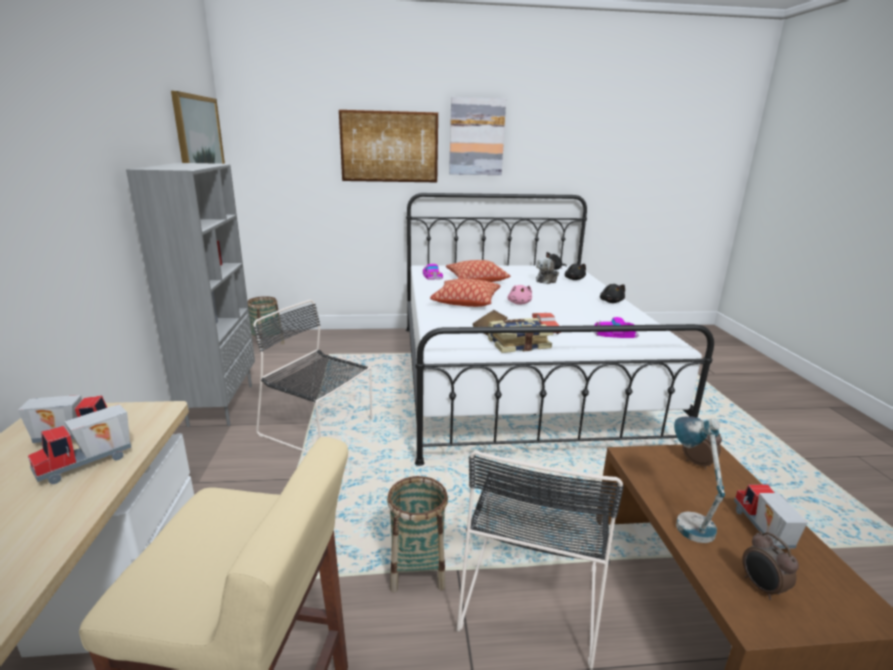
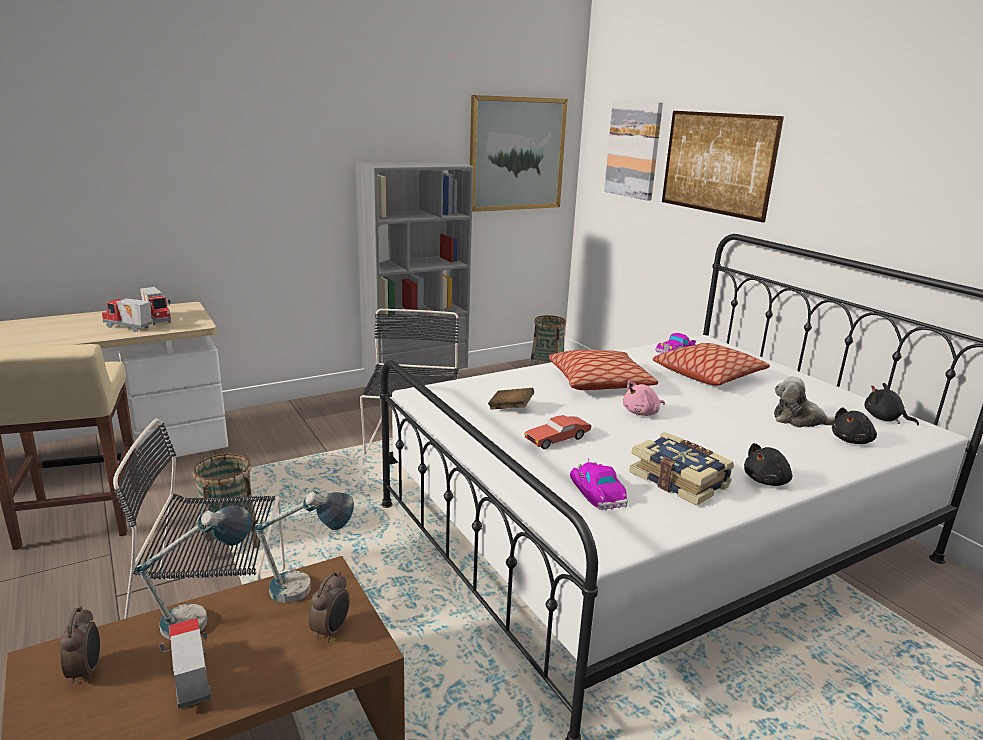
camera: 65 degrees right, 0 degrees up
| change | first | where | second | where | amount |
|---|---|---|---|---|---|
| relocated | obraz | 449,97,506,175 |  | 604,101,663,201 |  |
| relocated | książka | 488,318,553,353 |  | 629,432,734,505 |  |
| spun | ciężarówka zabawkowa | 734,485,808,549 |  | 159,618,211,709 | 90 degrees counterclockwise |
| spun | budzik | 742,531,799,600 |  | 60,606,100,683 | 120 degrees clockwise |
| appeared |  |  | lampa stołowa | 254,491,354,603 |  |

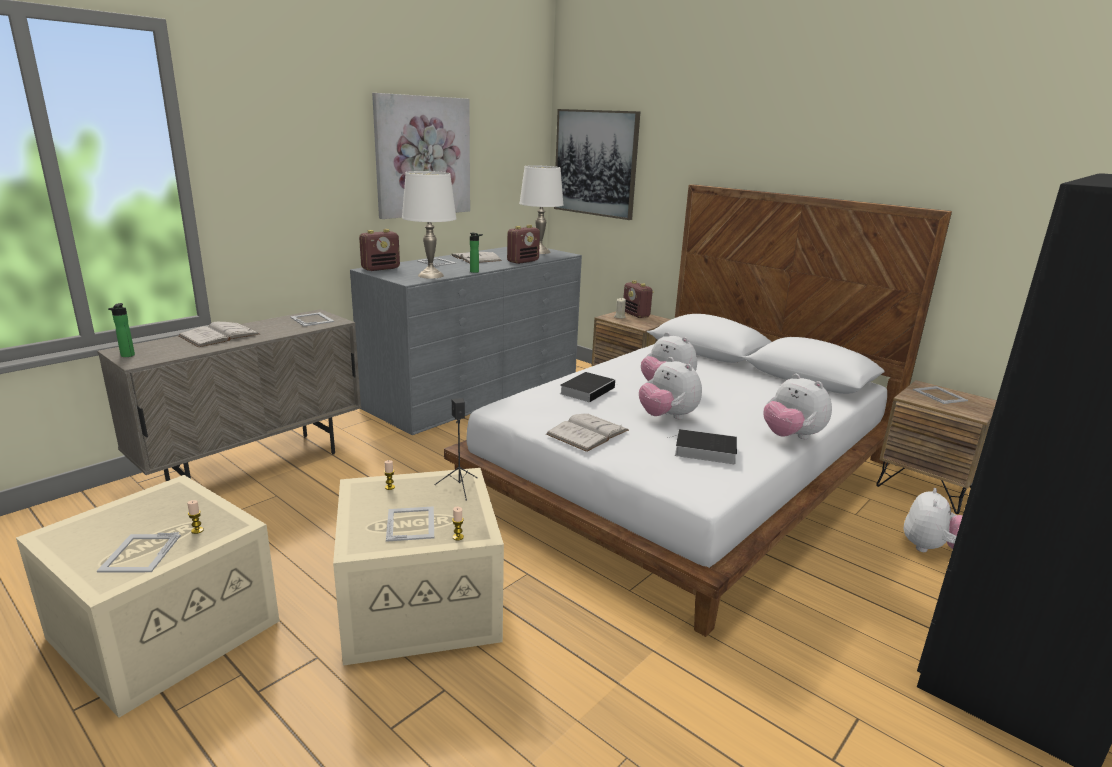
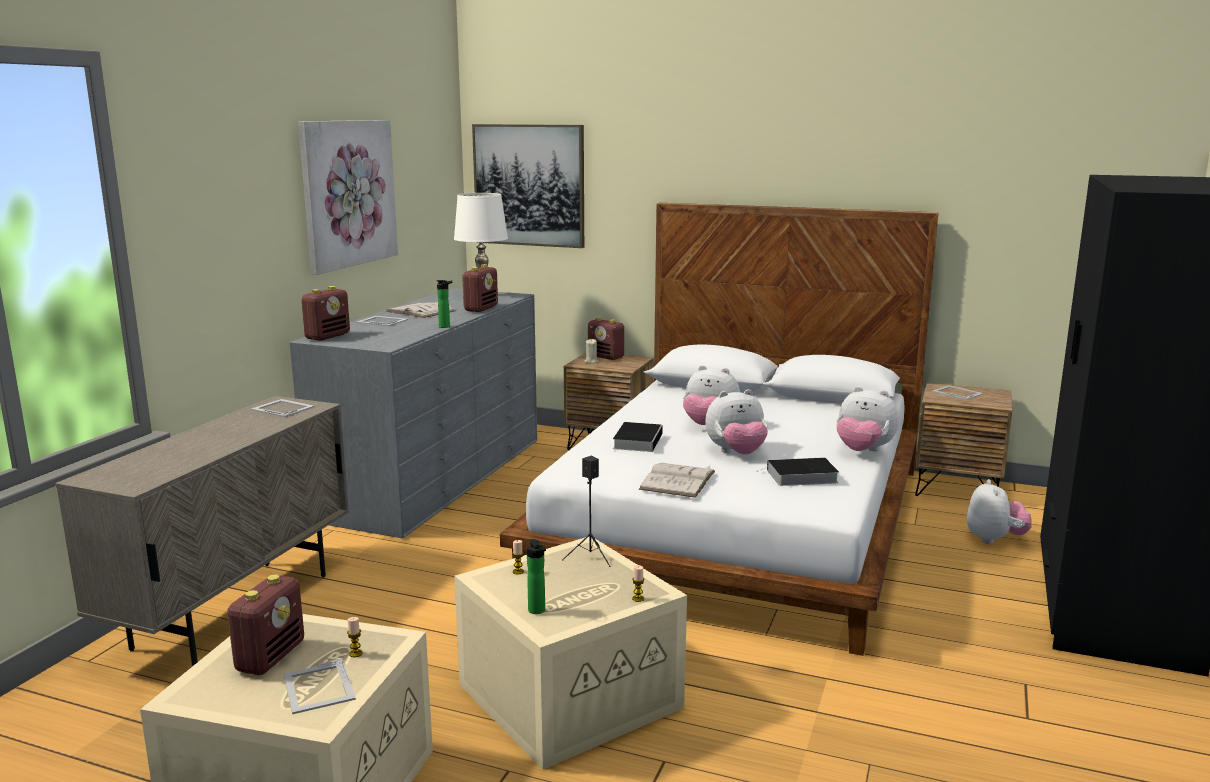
camera: 20 degrees left, 5 degrees down
| change | first | where | second | where | amount |
|---|---|---|---|---|---|
| missing | lampa stołowa (biały) | 402,171,457,279 |  |  |  |
| relocated | butelka | 108,303,135,357 |  | 527,539,546,614 |  |
| missing | książka (biały) | 178,322,260,347 |  |  |  |
| spun | pluszak | 639,357,702,419 |  | 705,389,768,455 | 45 degrees counterclockwise |
| missing | ramka na zdjęcie | 386,506,434,542 |  |  |  |
| appeared |  |  | radio | 227,575,304,675 |  |

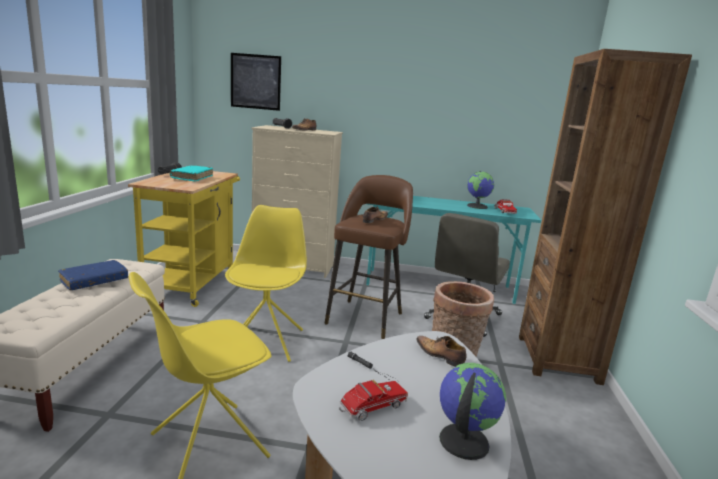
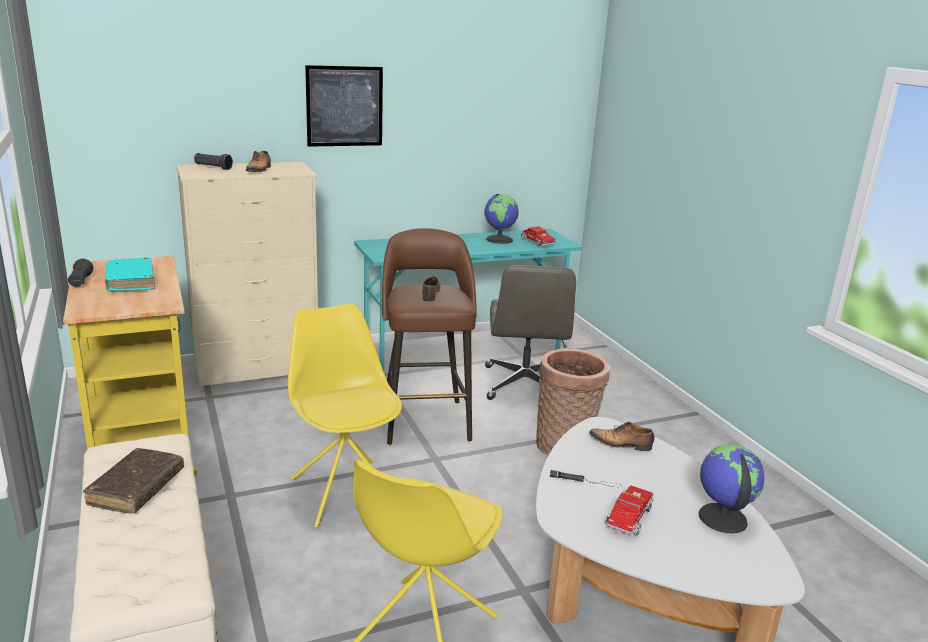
camera: 30 degrees left, 5 degrees up
| change | first | where | second | where | amount |
|---|---|---|---|---|---|
| missing | regał (brązowy) | 519,49,692,385 |  |  |  |
| relocated | obraz | 231,53,281,111 |  | 305,65,383,147 |  |
| colour | książka (niebieski) | 58,260,128,290 | książka (brązowy) | 83,448,184,513 |  |

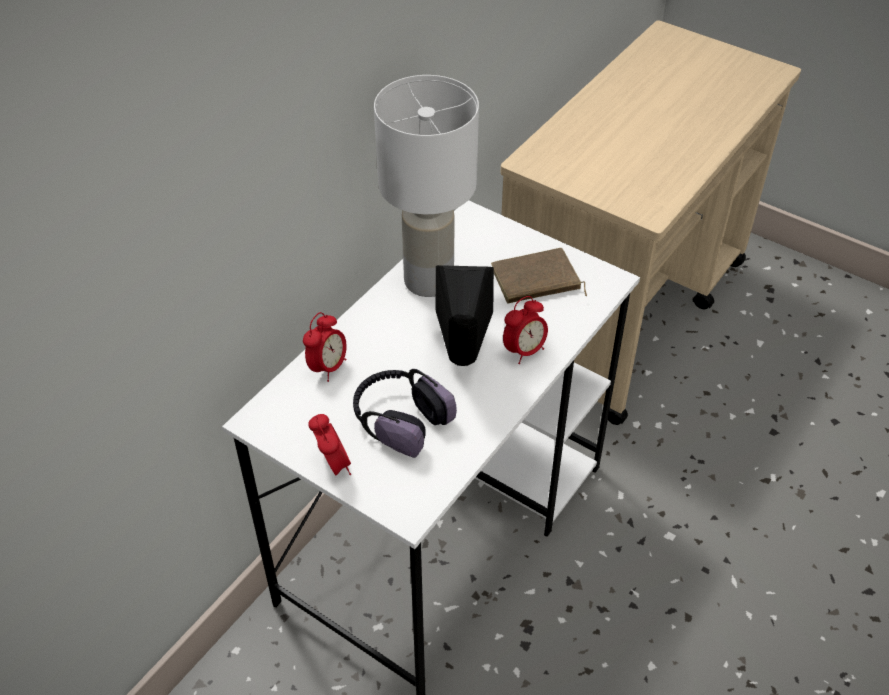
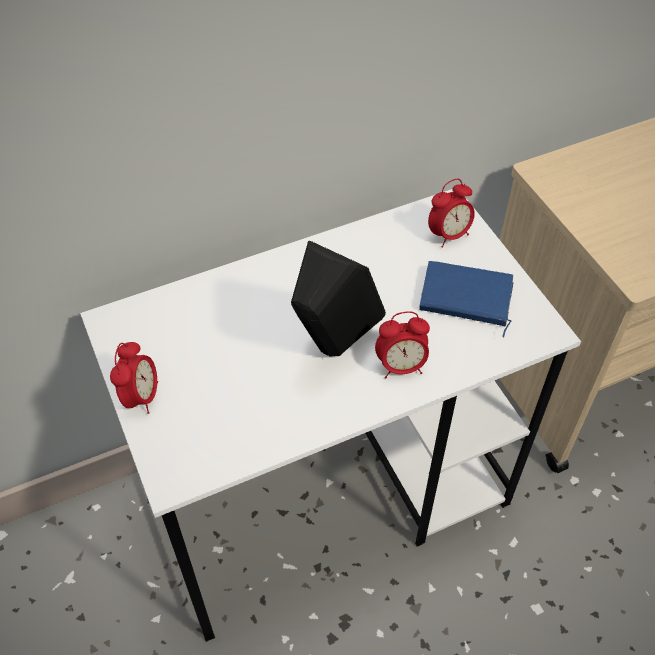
camera: 30 degrees right, 5 degrees up
| change | first | where | second | where | amount |
|---|---|---|---|---|---|
| missing | lampa stołowa (biały) | 374,75,479,297 |  |  |  |
| colour | książka (brązowy) | 491,248,587,303 | książka (niebieski) | 419,261,513,337 |  |
| relocated | budzik | 303,312,347,382 |  | 428,179,475,248 |  |
| missing | słuchawki | 353,369,457,458 |  |  |  |

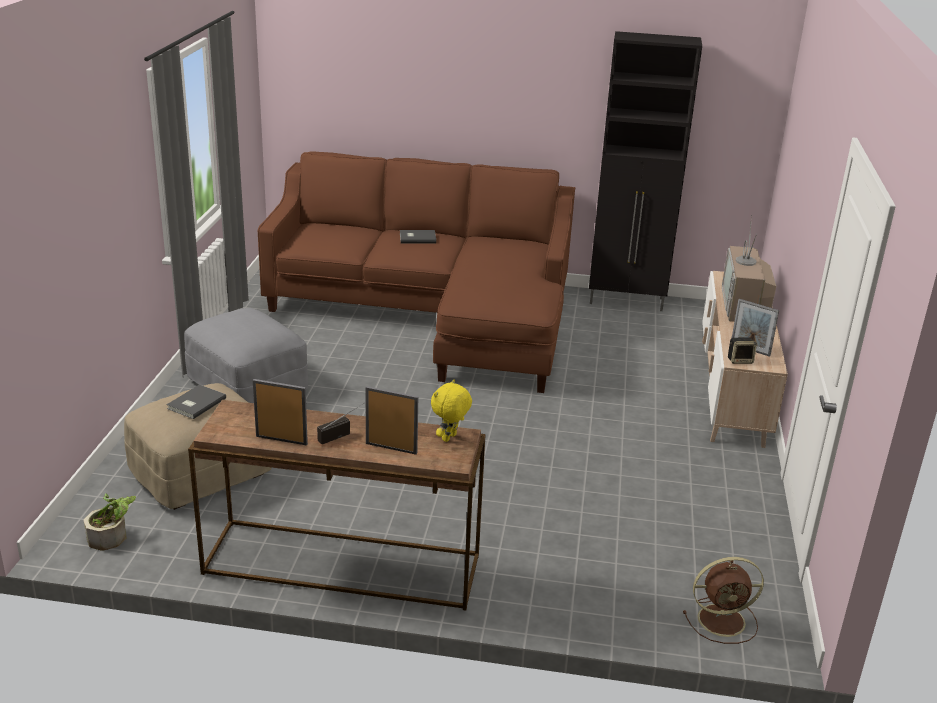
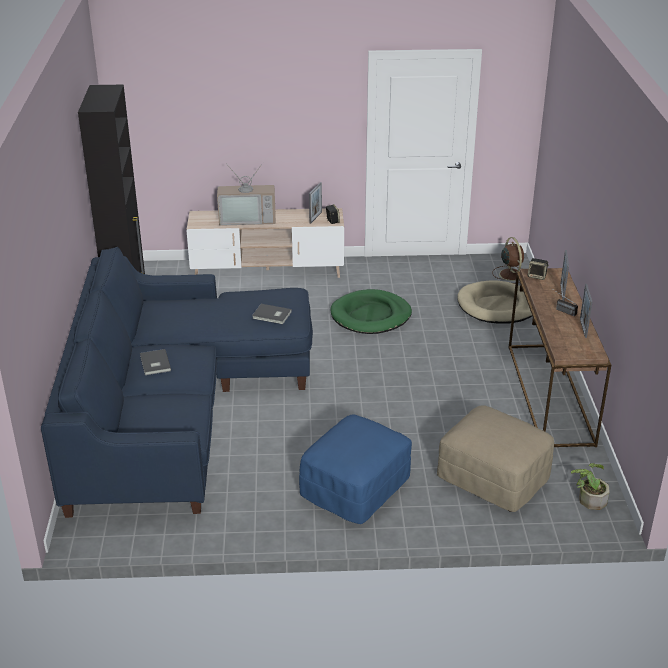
camera: 100 degrees left, 5 degrees up
| change | first | where | second | where | amount |
|---|---|---|---|---|---|
| colour | kanapa (brązowy) | 258,151,575,393 | kanapa (niebieski) | 41,247,313,518 |  |
| colour | pufa (szary) | 184,308,308,403 | pufa (niebieski) | 299,415,412,524 |  |
| exchanged | pluszak (żółty) | 431,380,472,442 | głośnik | 528,258,549,280 |  |
| relocated | książka (szary) | 167,385,226,419 |  | 252,304,292,324 |  |
| appeared |  |  | legowisko (beżowy) | 457,281,532,324 |  |
| appeared |  |  | legowisko (zielony) | 331,289,412,334 |  |

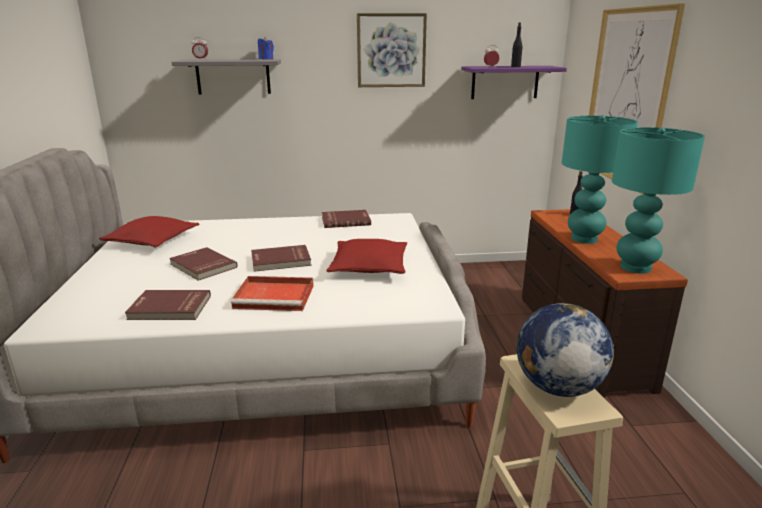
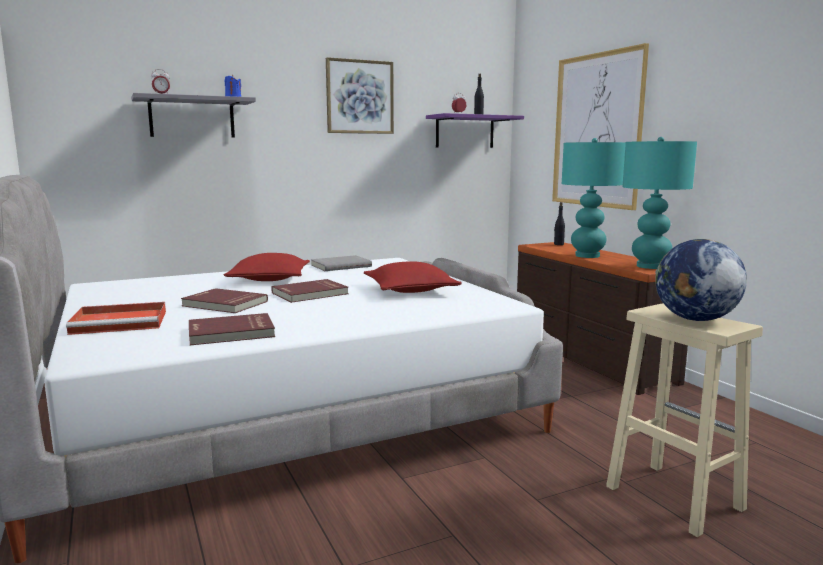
camera: 20 degrees left, 10 degrees down
| change | first | where | second | where | amount |
|---|---|---|---|---|---|
| colour | książka (czerwony) | 322,210,371,228 | książka (szary) | 311,255,372,271 |  |
| relocated | poduszka (czerwony) | 99,216,199,248 |  | 224,253,310,281 |  |
| relocated | taca (czerwony) | 231,276,314,311 |  | 66,302,166,335 |  |

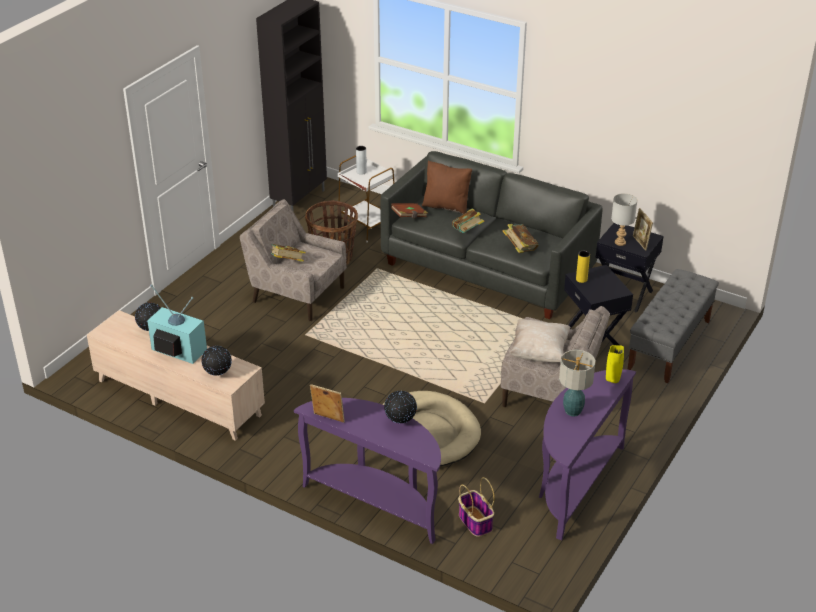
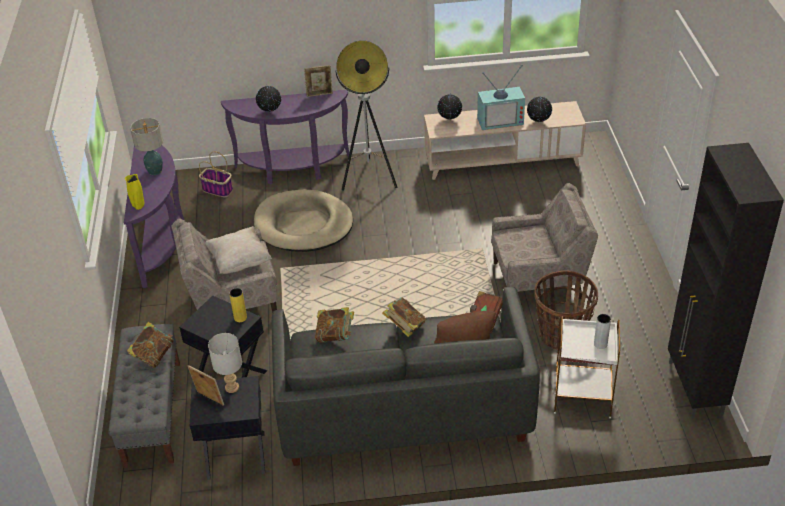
camera: 145 degrees right, 5 degrees up
| change | first | where | second | where | amount |
|---|---|---|---|---|---|
| relocated | książka | 271,244,306,262 |  | 127,322,174,368 |  |
| appeared |  |  | lampa stojąca | 335,41,397,191 |  |

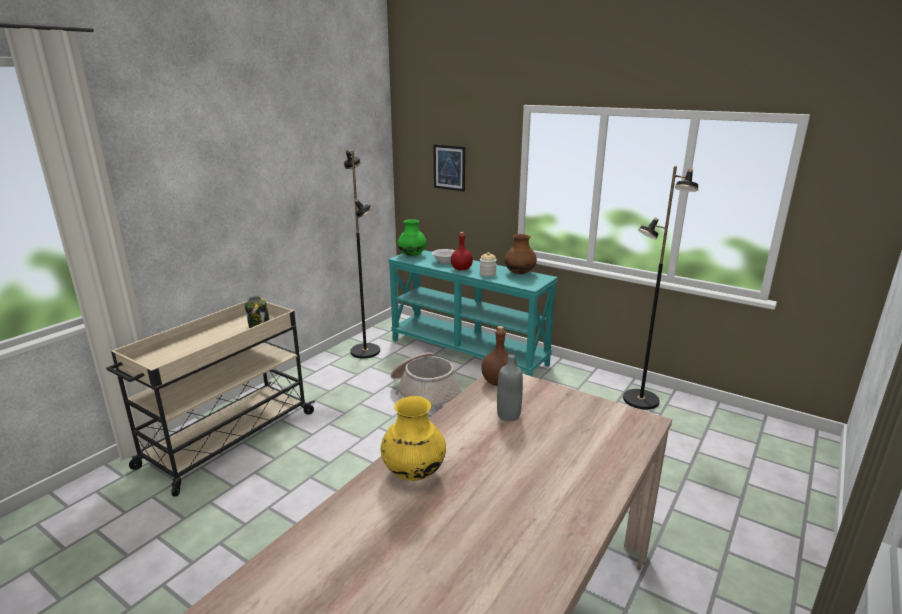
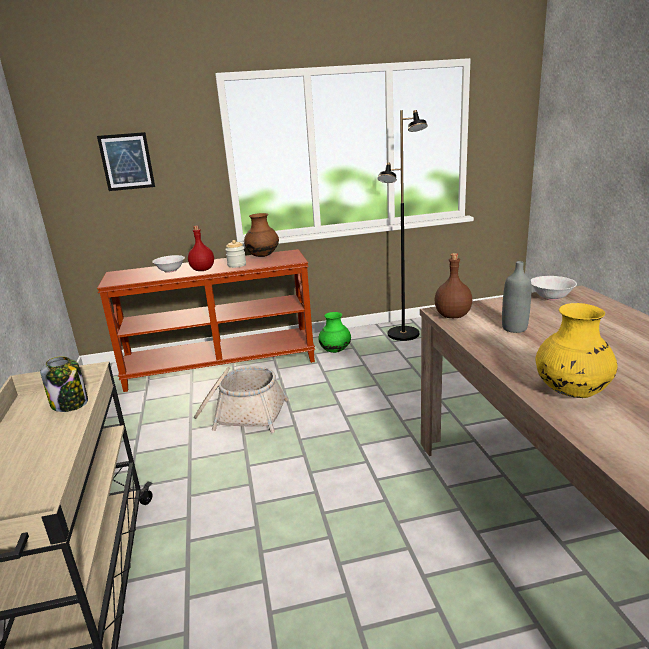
camera: 45 degrees left, 0 degrees up
| change | first | where | second | where | amount |
|---|---|---|---|---|---|
| missing | lampa stojąca (czarny) | 344,150,380,358 |  |  |  |
| relocated | wazon (zielony) | 397,219,427,256 |  | 318,312,351,353 |  |
| colour | stolik konsolowy (turkusowy) | 388,250,558,376 | stolik konsolowy (brązowy) | 97,249,315,392 |  |
| appeared |  |  | miska (biały) | 531,276,577,300 |  |

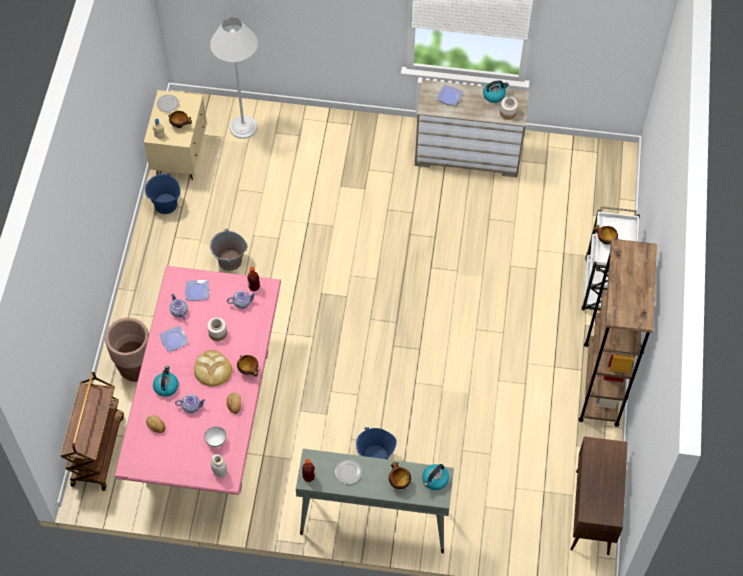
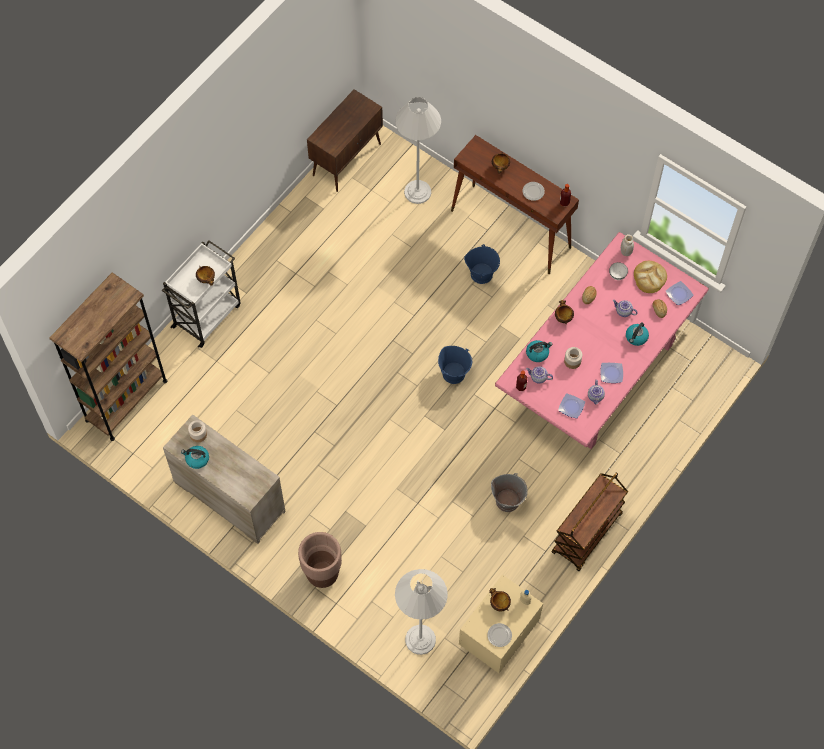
camera: 150 degrees left, 5 degrees up
| change | first | where | second | where | amount |
|---|---|---|---|---|---|
| relocated | talerz | 437,85,463,106 |  | 666,281,693,305 |  |
| relocated | wiadro (niebieski) | 145,173,181,214 |  | 438,346,472,384 |  |
| relocated | regał (brązowy) | 578,239,657,427 |  | 49,272,167,441 |  |
| relocated | donica (brązowy) | 105,318,149,382 |  | 298,532,342,588 |  |
| relocated | chleb | 194,350,232,387 |  | 634,261,667,293 |  |
| relocated | wózek (brązowy) | 60,372,124,491 |  | 552,473,628,571 |  |
| colour | stolik konsolowy (szary) | 296,449,454,554 | stolik konsolowy (brązowy) | 451,135,579,274 |  |
| relocated | czajnik | 422,464,449,490 |  | 526,340,552,362 |  |
| appeared |  |  | lampa stojąca (biały) | 395,97,441,204 |  |

